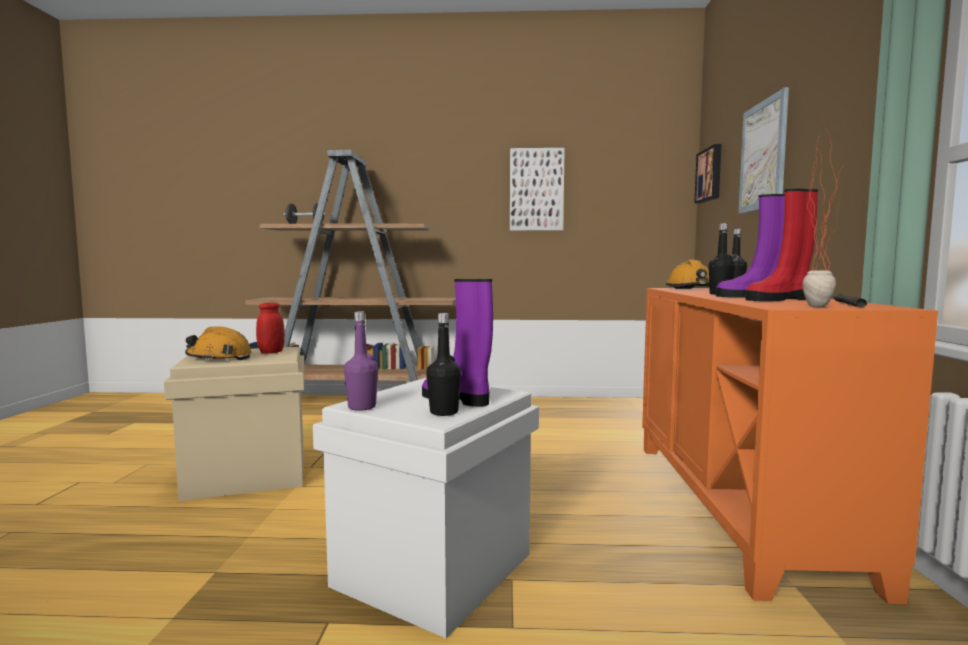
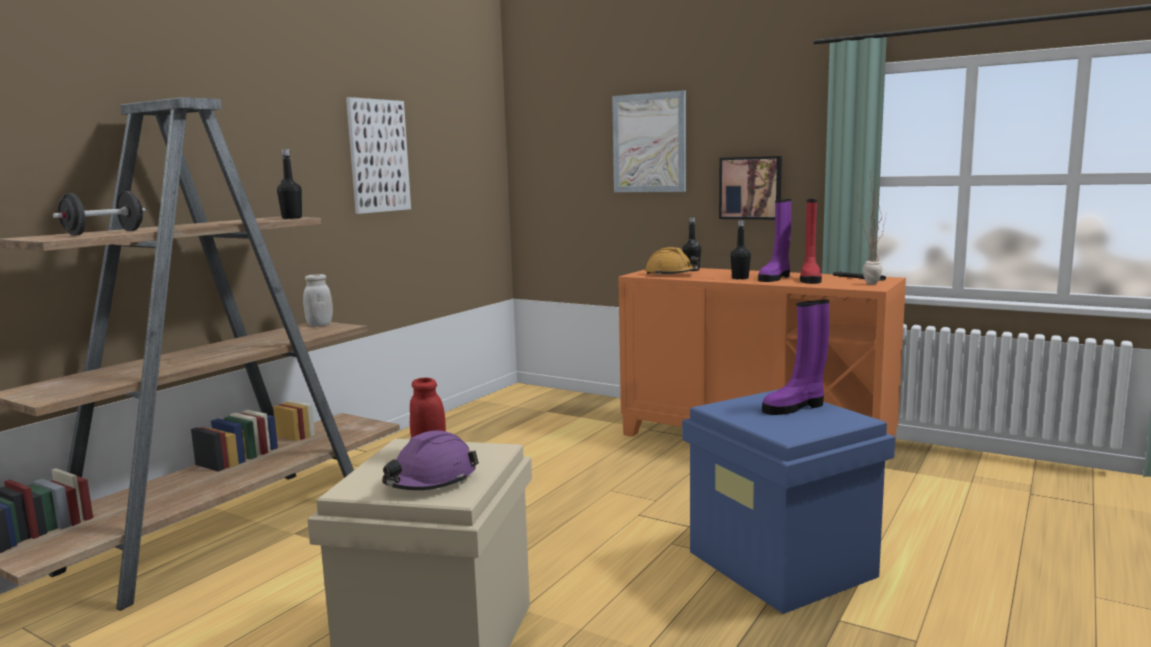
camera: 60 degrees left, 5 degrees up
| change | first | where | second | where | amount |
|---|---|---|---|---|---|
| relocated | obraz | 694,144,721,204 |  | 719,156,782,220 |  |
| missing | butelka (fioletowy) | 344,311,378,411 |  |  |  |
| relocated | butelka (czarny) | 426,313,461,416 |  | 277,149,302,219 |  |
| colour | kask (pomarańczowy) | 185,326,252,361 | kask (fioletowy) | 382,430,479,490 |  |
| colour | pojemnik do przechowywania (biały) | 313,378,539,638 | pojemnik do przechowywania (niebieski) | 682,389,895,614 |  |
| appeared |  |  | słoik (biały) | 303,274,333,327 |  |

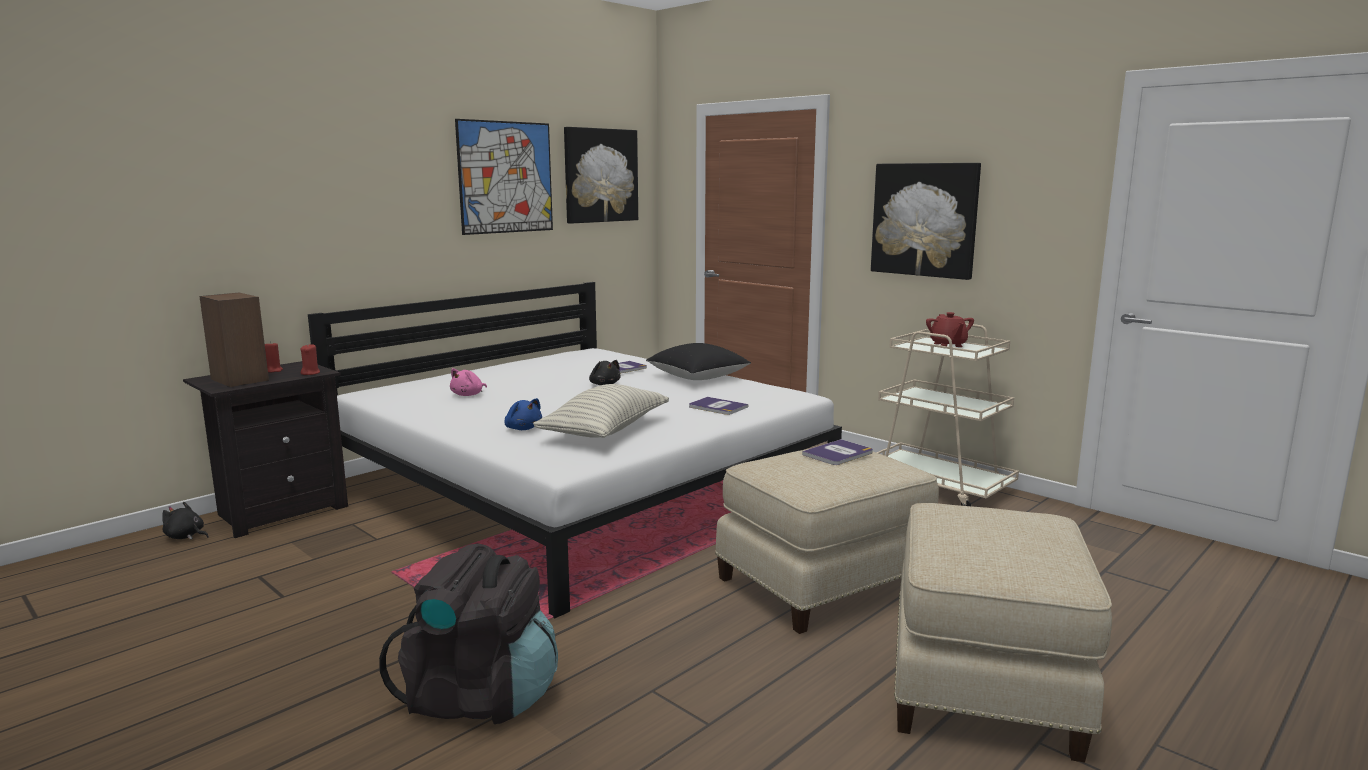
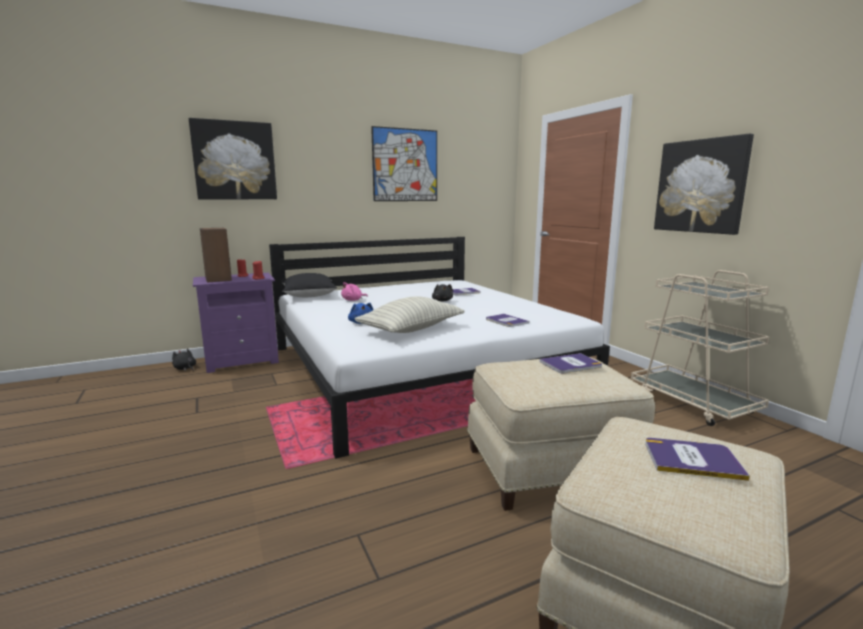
camera: 20 degrees right, 0 degrees up
| change | first | where | second | where | amount |
|---|---|---|---|---|---|
| relocated | obraz | 564,127,638,224 |  | 189,118,277,199 |  |
| missing | imbryk (czerwony) | 926,312,974,347 |  |  |  |
| relocated | poduszka (czarny) | 646,343,751,380 |  | 282,273,337,297 |  |
| colour | szafka nocna (czarny) | 183,361,348,538 | szafka nocna (fioletowy) | 193,273,279,373 |  |
| missing | plecak (czarny) | 379,544,558,724 |  |  |  |
| appeared |  |  | książka | 645,438,750,481 |  |

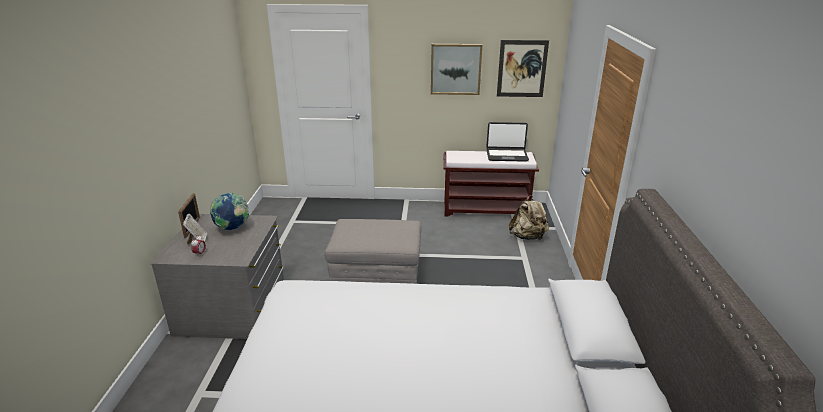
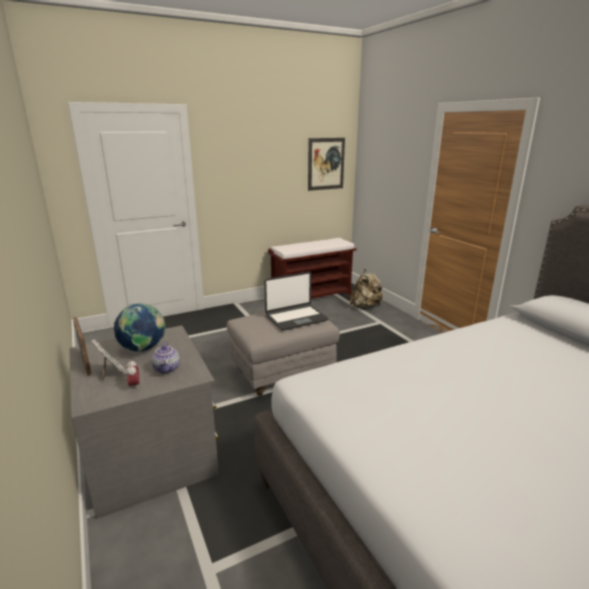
camera: 30 degrees left, 5 degrees down
| change | first | where | second | where | amount |
|---|---|---|---|---|---|
| missing | obraz | 431,44,482,95 |  |  |  |
| relocated | laptop | 486,122,529,162 |  | 264,272,328,331 |  |
| appeared |  |  | imbryk | 151,342,180,374 |  |

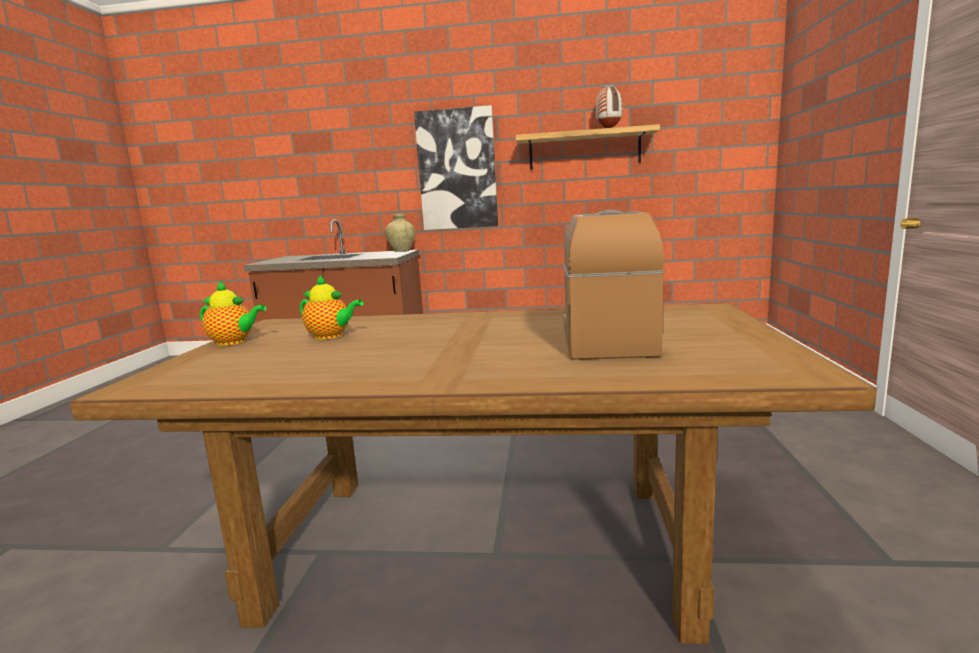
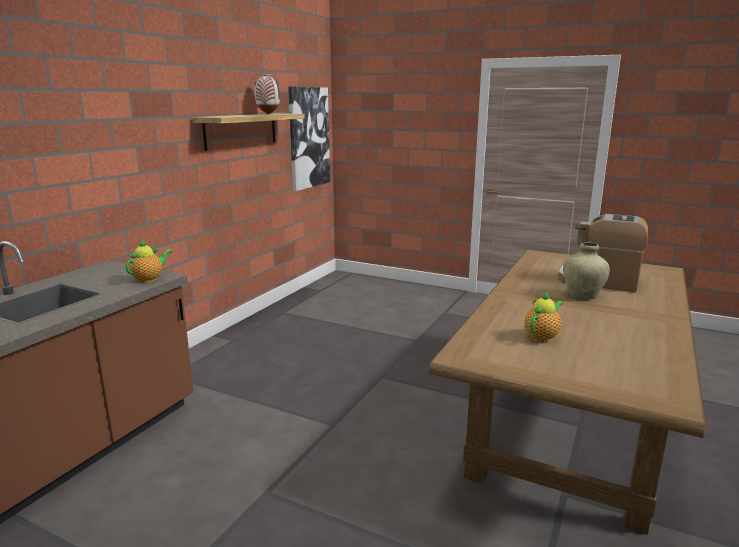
camera: 70 degrees left, 5 degrees up
| change | first | where | second | where | amount |
|---|---|---|---|---|---|
| relocated | obraz | 414,105,498,230 |  | 288,87,330,191 |  |
| relocated | wazon (beżowy) | 385,213,415,252 |  | 563,242,610,300 |  |
| relocated | imbryk | 200,281,267,346 |  | 126,239,172,283 |  |

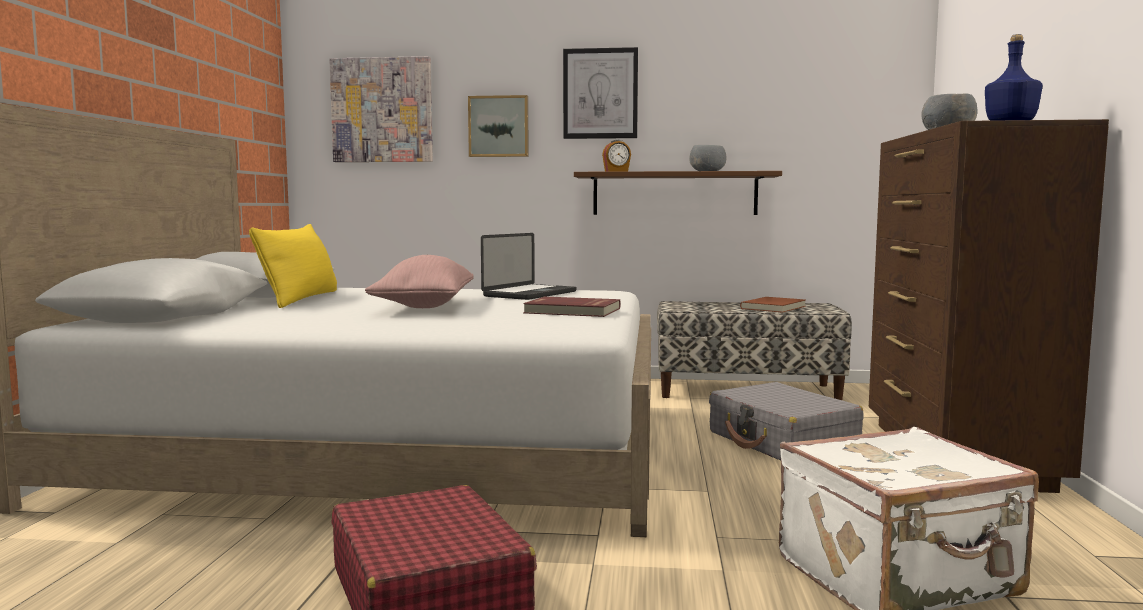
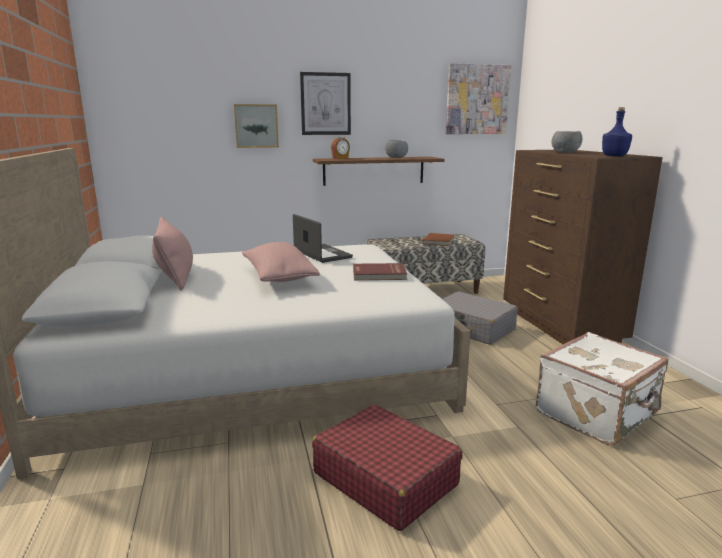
camera: 20 degrees left, 10 degrees up
| change | first | where | second | where | amount |
|---|---|---|---|---|---|
| relocated | obraz | 329,56,433,162 |  | 446,63,512,134 |  |
| colour | poduszka (żółty) | 249,224,337,308 | poduszka (różowy) | 152,216,193,291 |  |
| spun | laptop | 481,233,577,300 |  | 293,214,353,263 | 45 degrees counterclockwise |

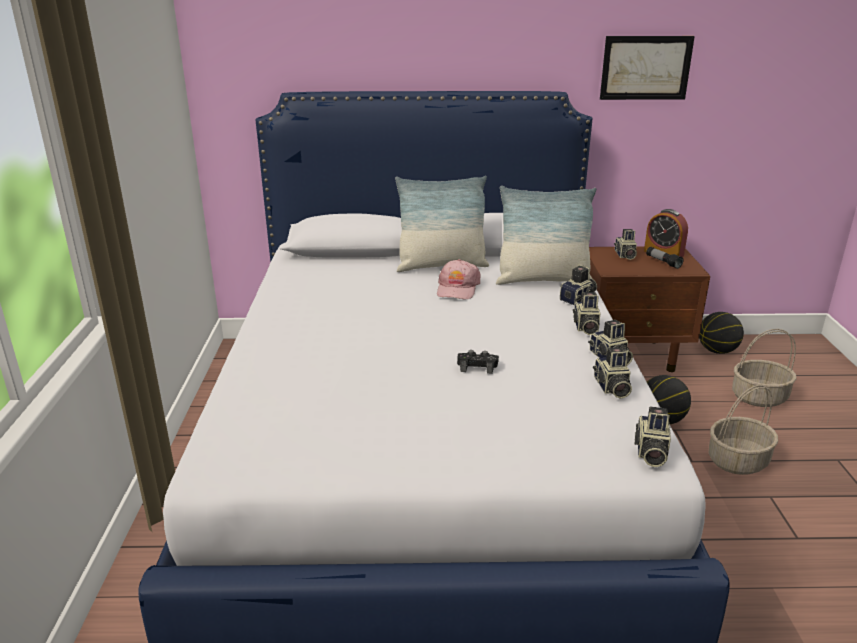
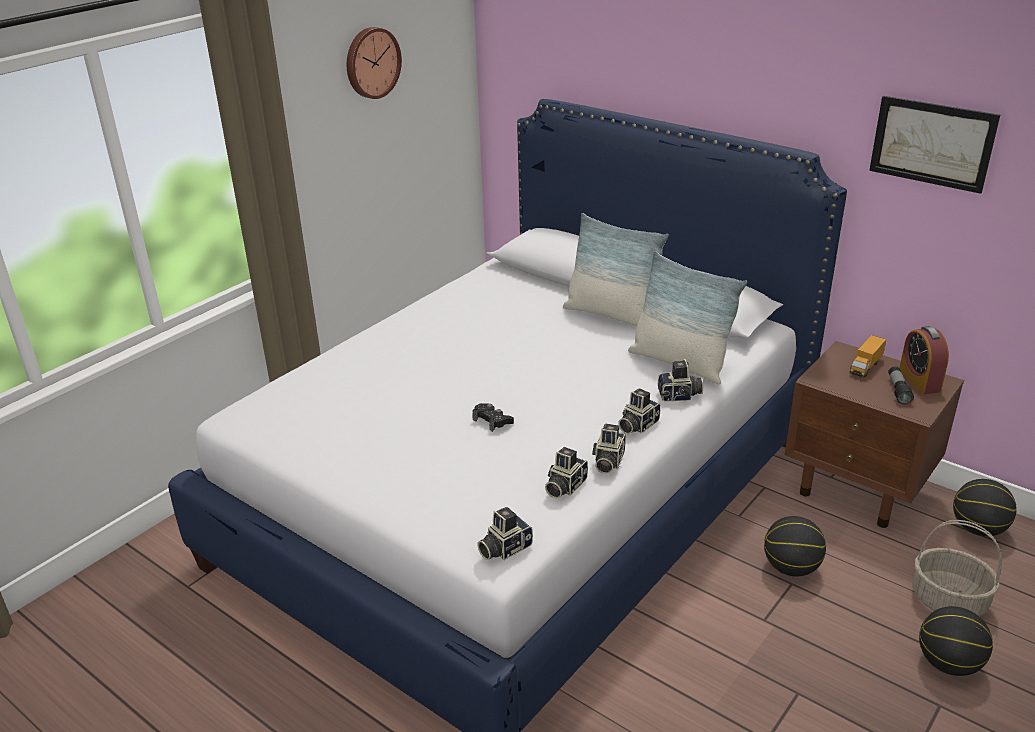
camera: 40 degrees right, 5 degrees up
| change | first | where | second | where | amount |
|---|---|---|---|---|---|
| exchanged | aparat fotograficzny | 614,229,637,260 | ciężarówka zabawkowa | 849,335,886,378 |  |
| missing | czapka z daszkiem (różowy) | 437,259,481,299 |  |  |  |
| missing | koszyk | 709,385,778,475 |  |  |  |
| appeared |  |  | zegar ścienny | 347,27,402,99 |  |
| appeared |  |  | piłka do koszykówki | 919,606,993,676 |  |

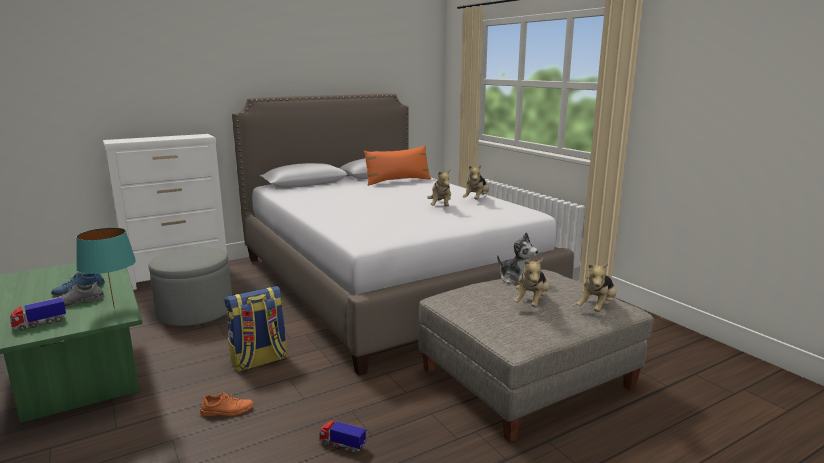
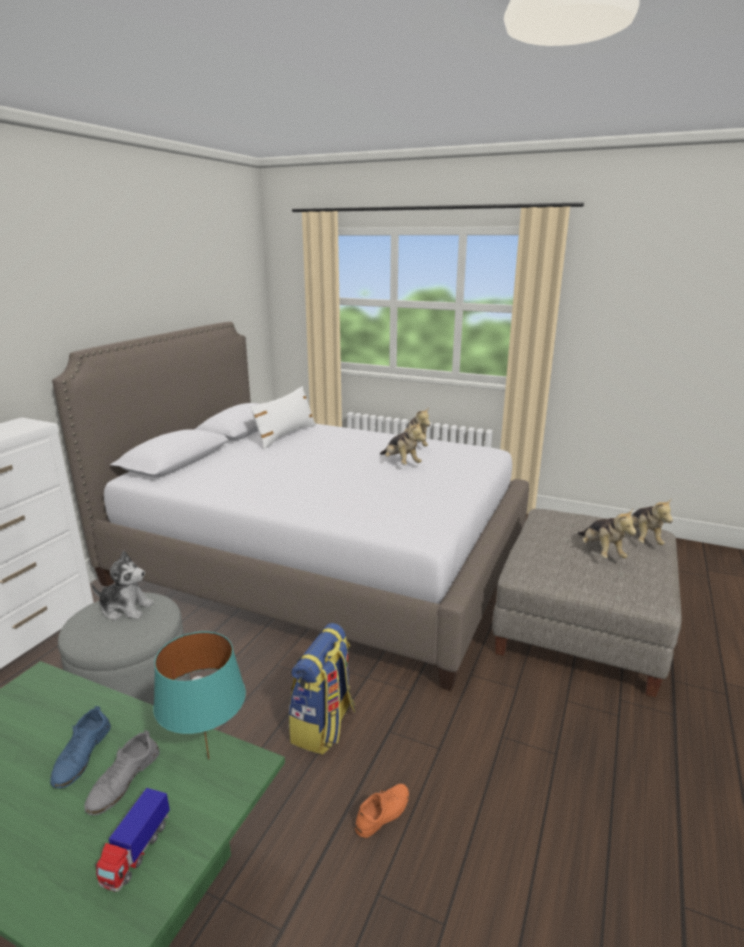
camera: 35 degrees left, 5 degrees up
| change | first | where | second | where | amount |
|---|---|---|---|---|---|
| colour | poduszka (pomarańczowy) | 363,146,431,186 | poduszka (biały) | 250,386,316,449 |  |
| relocated | pluszak | 497,232,539,285 |  | 91,551,154,620 |  |
| missing | ciężarówka zabawkowa | 319,421,366,454 |  |  |  |

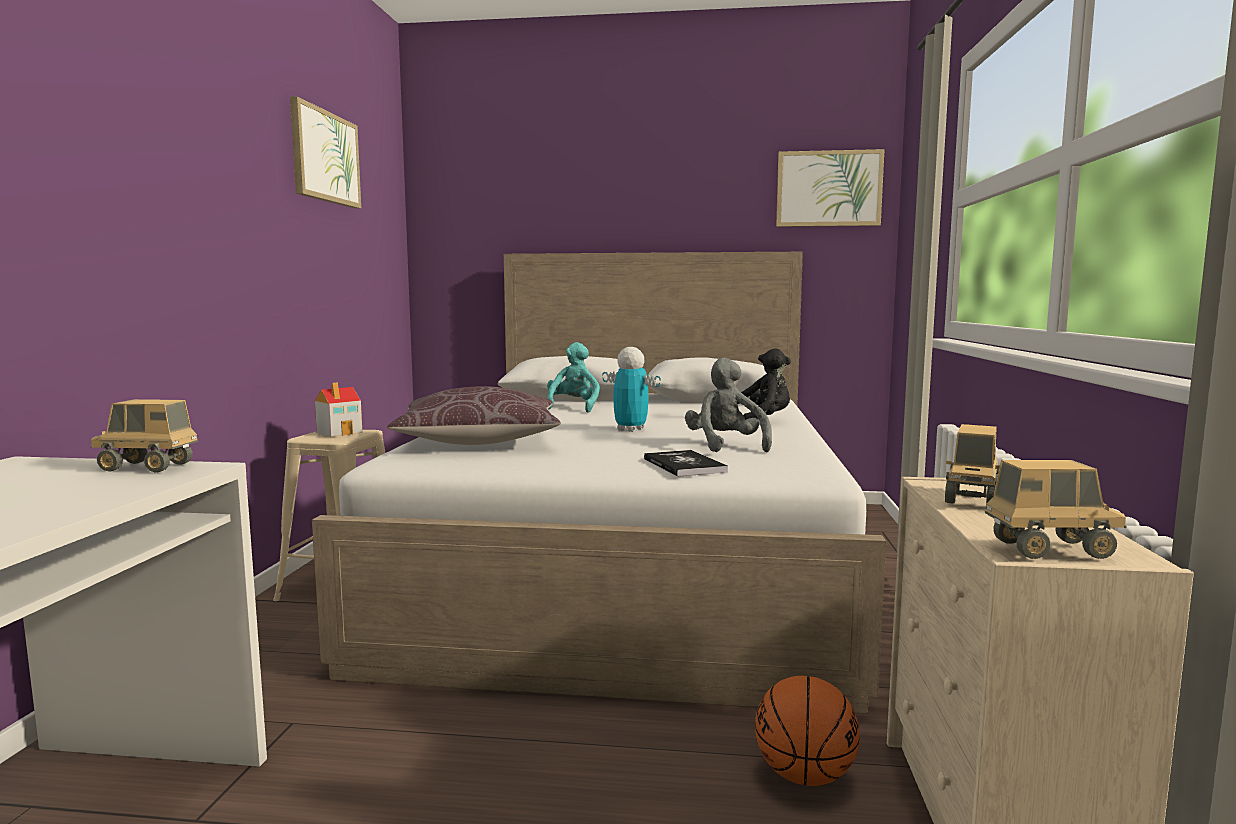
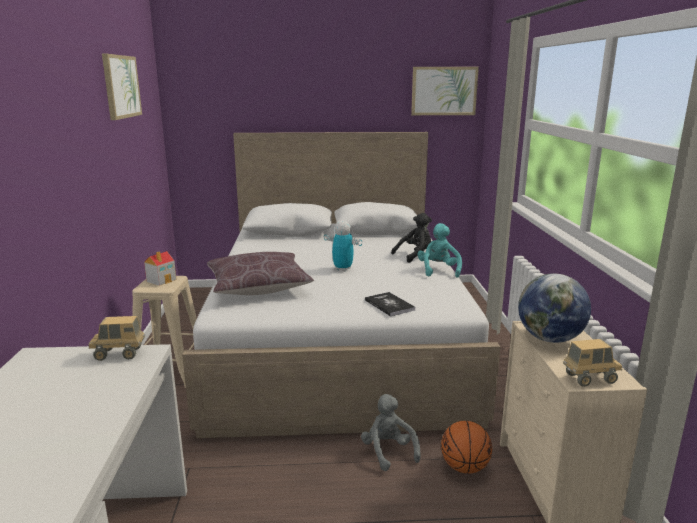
camera: 10 degrees left, 10 degrees up
| change | first | where | second | where | amount |
|---|---|---|---|---|---|
| relocated | pluszak (turkusowy) | 547,342,600,413 |  | 418,223,462,278 |  |
| relocated | pluszak (szary) | 685,358,772,453 |  | 361,394,421,471 |  |
| exchanged | ciężarówka zabawkowa | 945,424,1000,504 | globus | 518,273,591,343 |  |

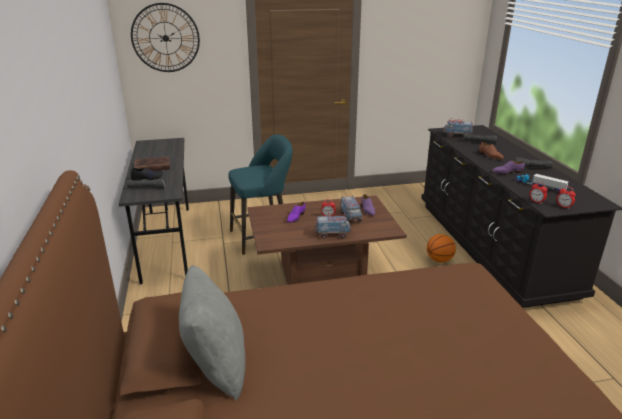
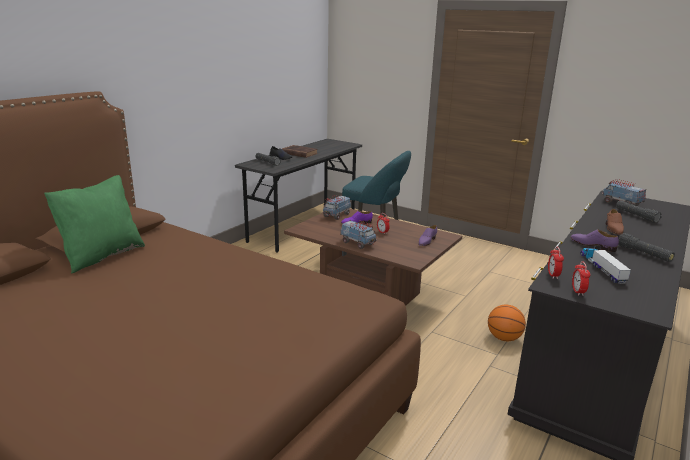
camera: 45 degrees right, 5 degrees down
| change | first | where | second | where | amount |
|---|---|---|---|---|---|
| missing | zegar ścienny | 131,3,200,72 |  |  |  |
| relocated | ciężarówka zabawkowa | 340,195,363,222 |  | 322,195,351,220 |  |
| colour | poduszka (szary) | 179,265,245,401 | poduszka (zielony) | 44,175,145,274 |  |

